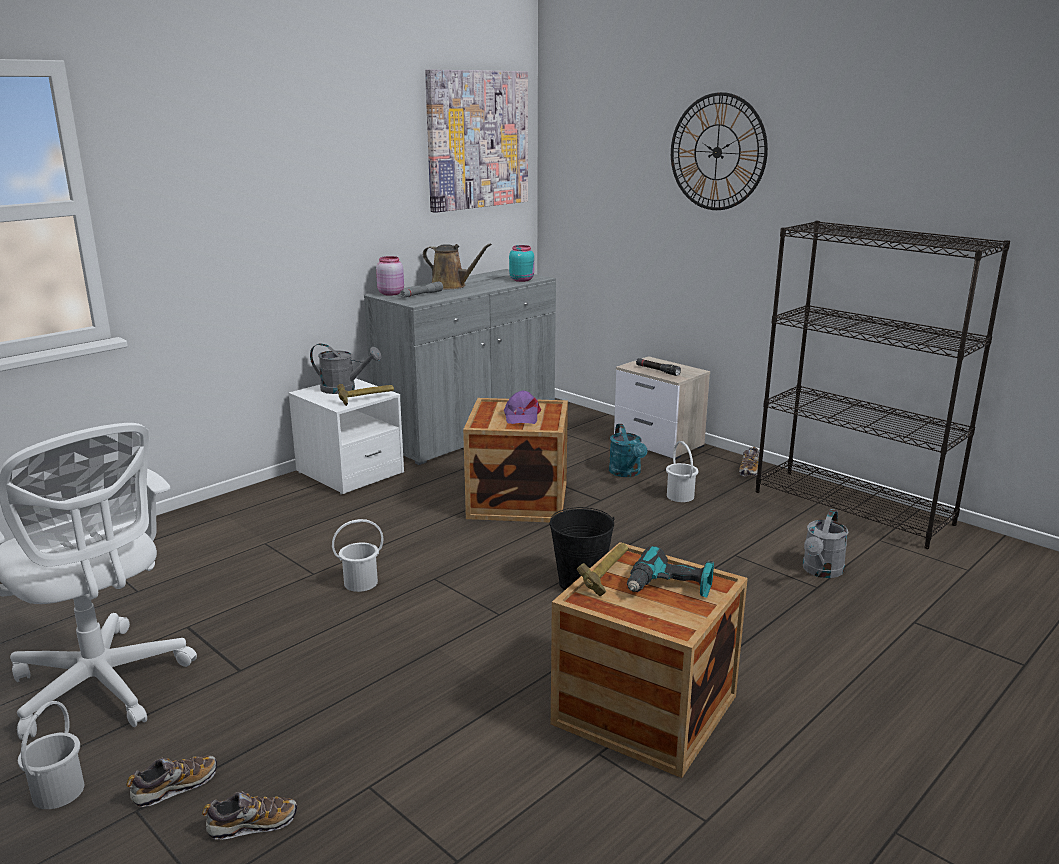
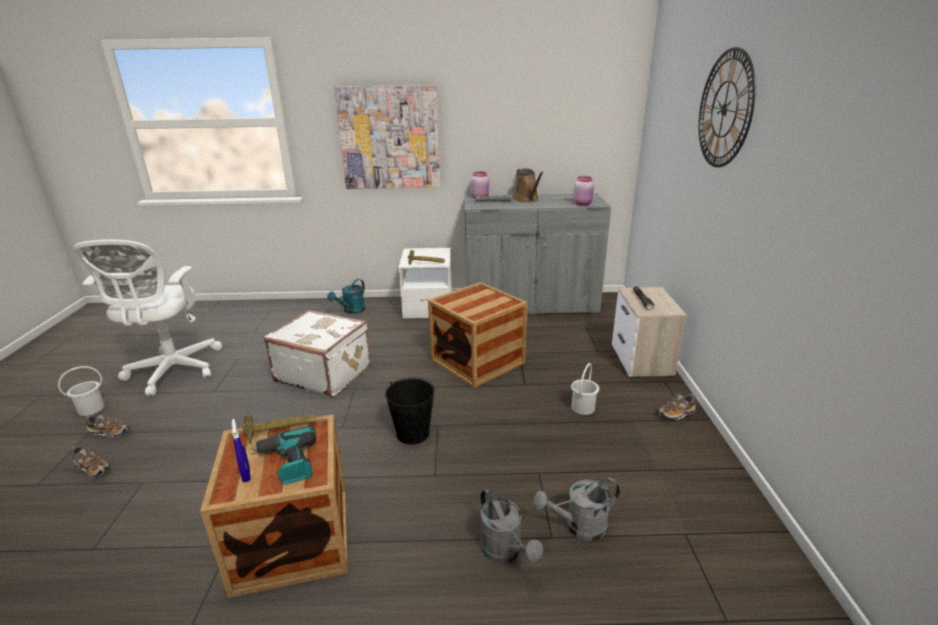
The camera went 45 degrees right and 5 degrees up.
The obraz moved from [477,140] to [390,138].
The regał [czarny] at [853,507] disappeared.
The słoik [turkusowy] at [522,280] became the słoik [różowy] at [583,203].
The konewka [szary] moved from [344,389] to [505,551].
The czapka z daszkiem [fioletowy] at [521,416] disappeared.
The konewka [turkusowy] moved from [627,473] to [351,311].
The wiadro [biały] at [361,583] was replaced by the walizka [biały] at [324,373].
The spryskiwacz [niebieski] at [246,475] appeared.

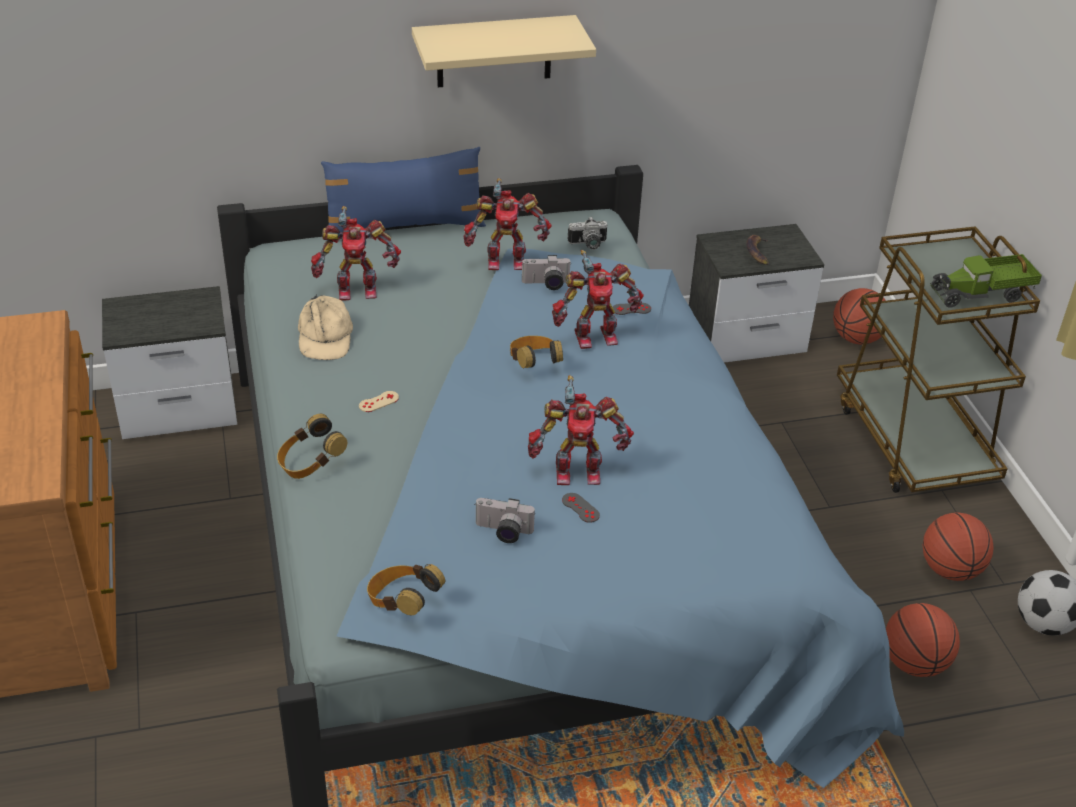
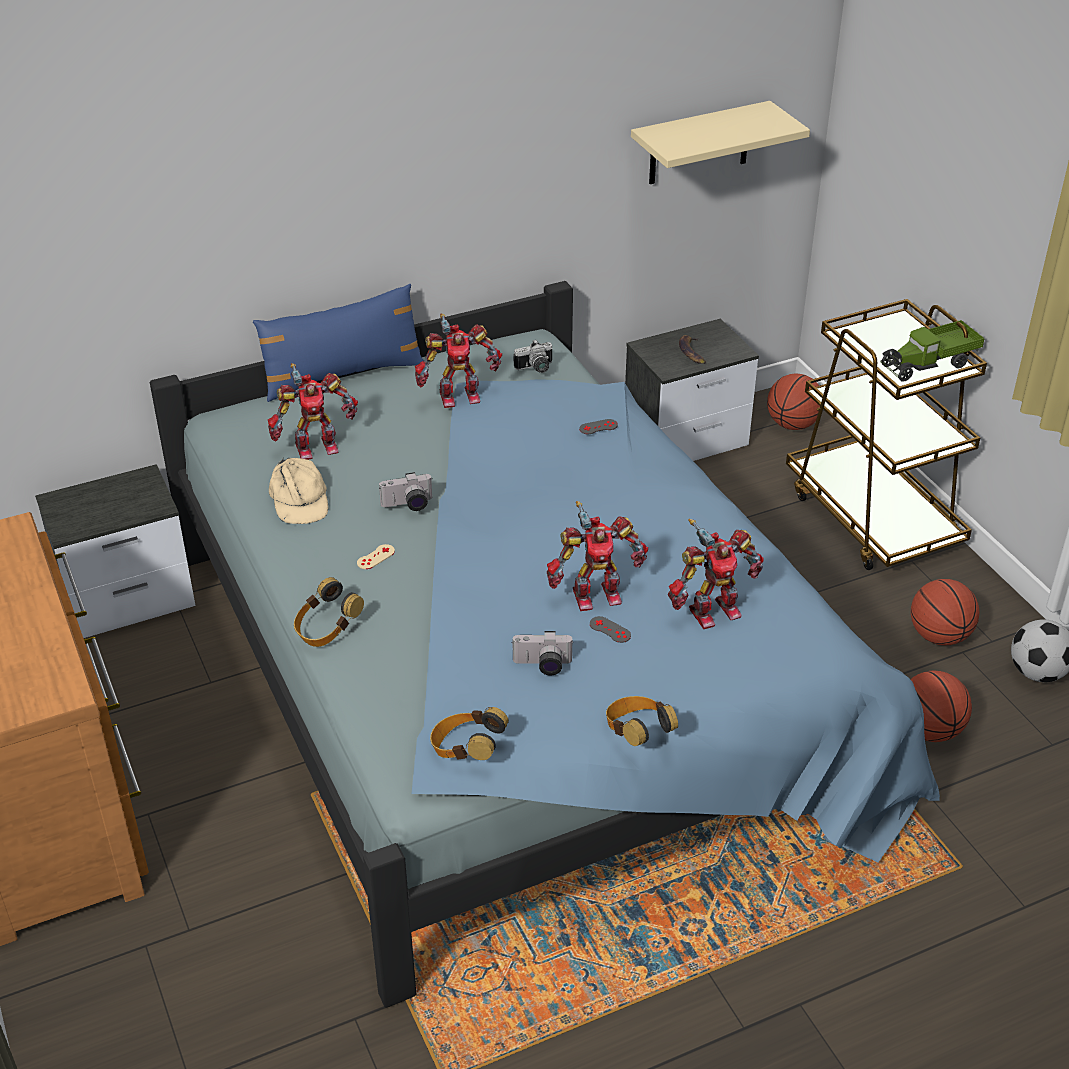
The camera went 10 degrees left and 0 degrees up.
The półka [beżowy] moved from [494,51] to [699,144].
The robot zabawkowy moved from [594,335] to [712,610].
The aparat fotograficzny moved from [546,284] to [408,505].
The słuchawki moved from [534,364] to [637,733].

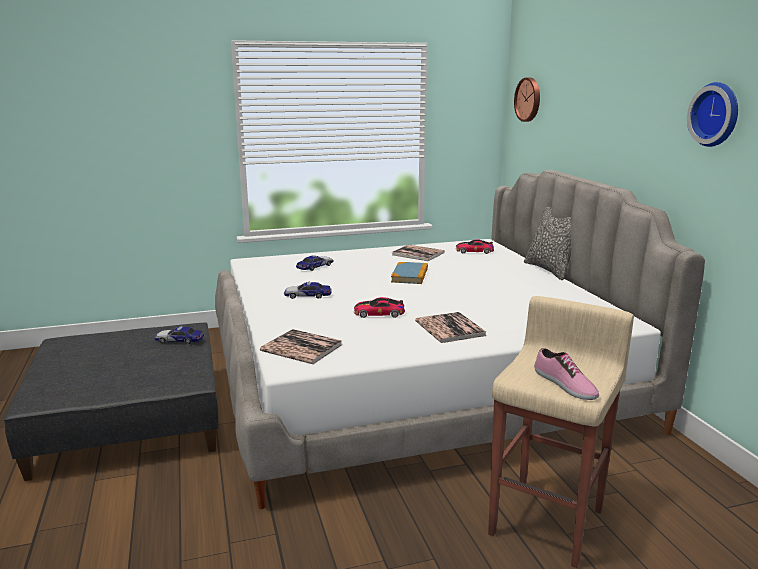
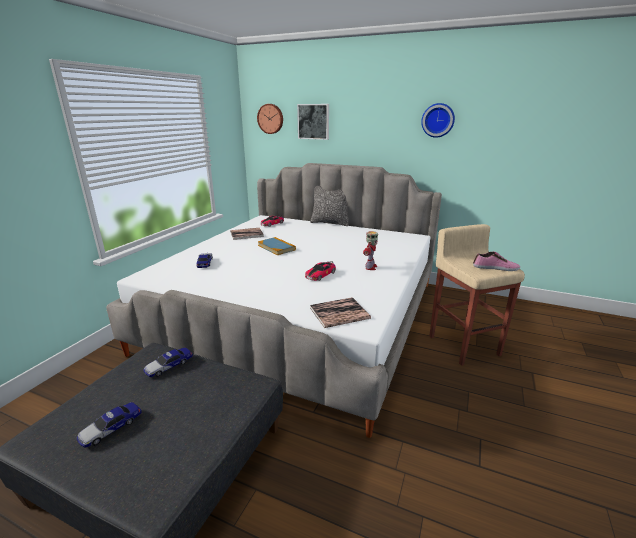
The camera went 50 degrees left and 5 degrees up.
The samochodzik moved from [307,296] to [111,428].
The książka at [449,328] was replaced by the robot zabawkowy at [370,267].
The obraz at [313,121] appeared.

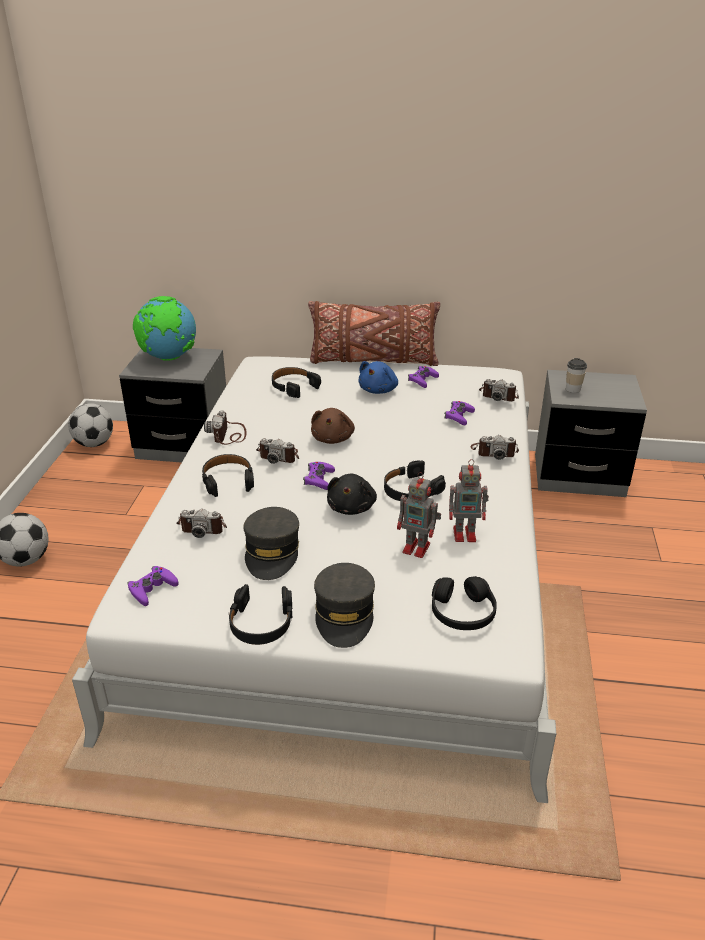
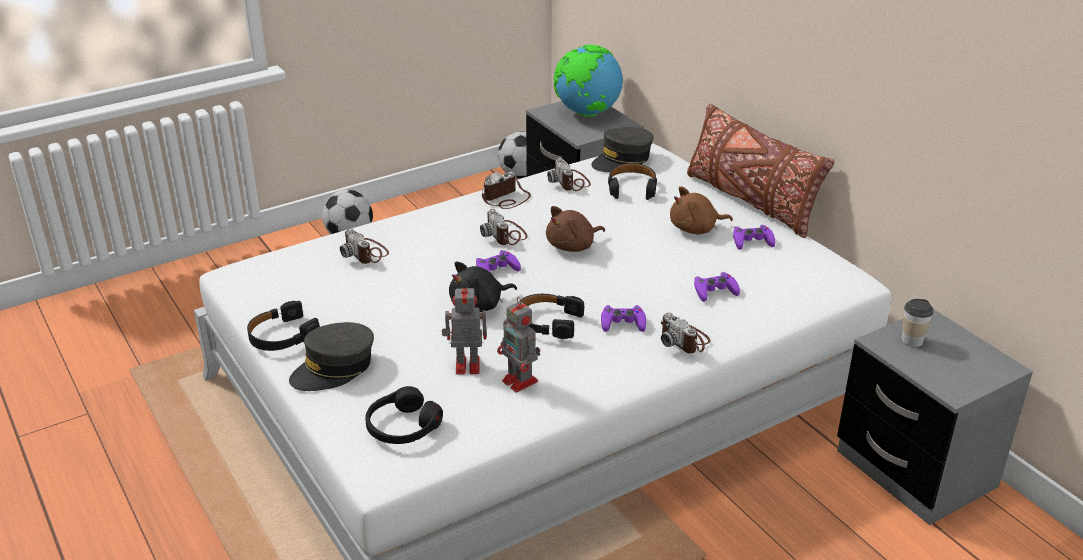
The camera went 50 degrees right and 0 degrees up.
The pluszak [niebieski] at [379,390] became the pluszak [brązowy] at [696,229].
The aparat fotograficzny moved from [498,395] to [570,182].
The słuchawki [czarny] at [228,480] disappeared.
The robot zabawkowy at [418,548] turned 105 degrees clockwise.
The czapka z daszkiem [szary] moved from [272,552] to [622,160].
The pad do gier [fioletowy] moved from [152,589] to [623,323].

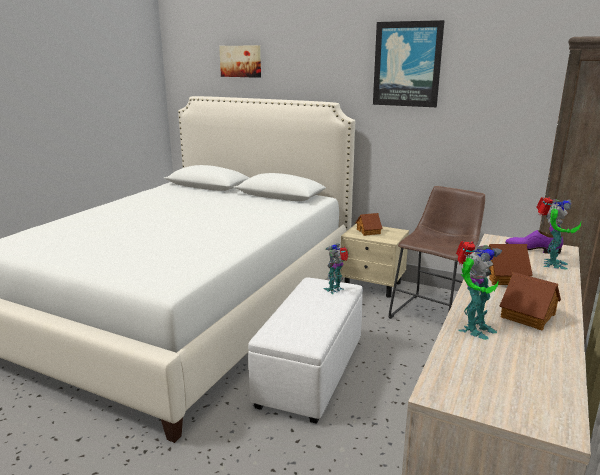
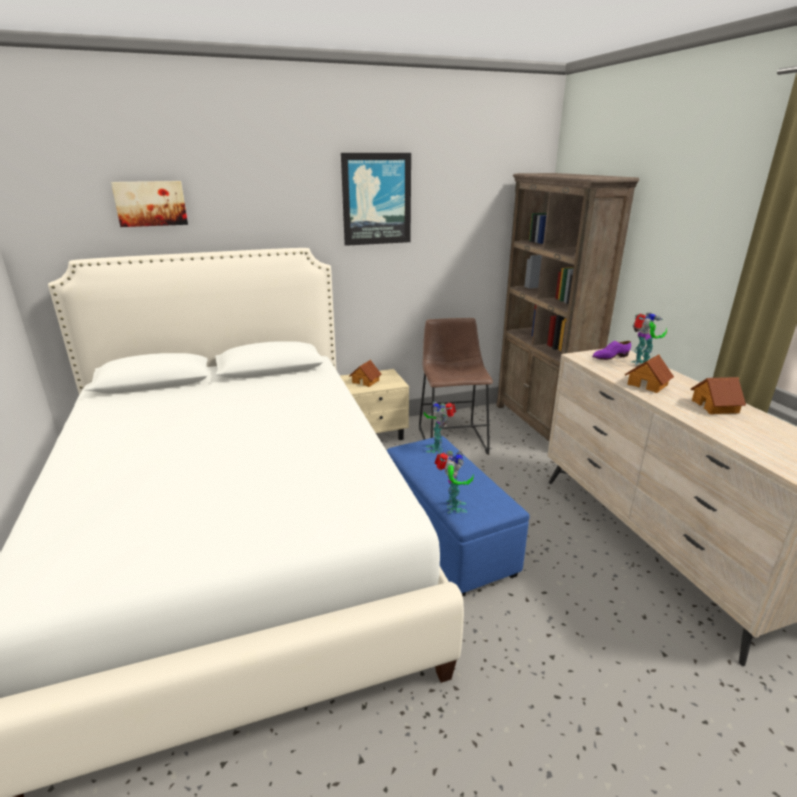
The camera went 45 degrees left and 5 degrees up.
The robot zabawkowy moved from [473,329] to [453,507].
The pufa [biały] at [311,371] became the pufa [niebieski] at [447,536].

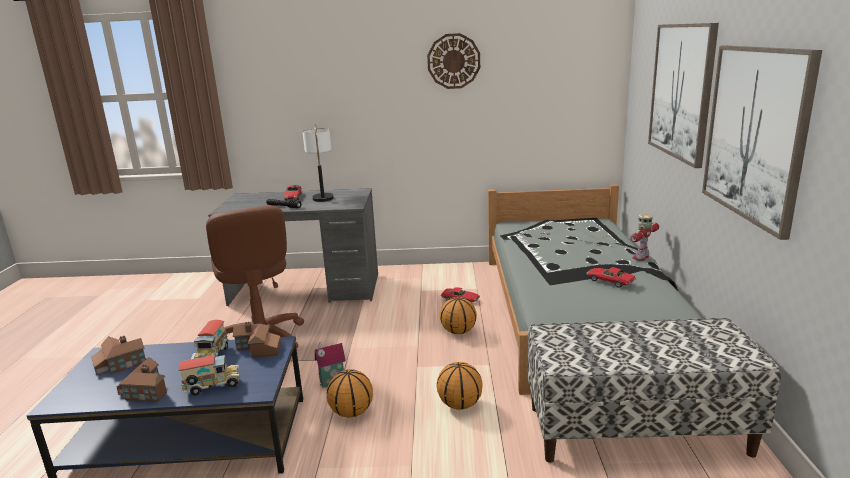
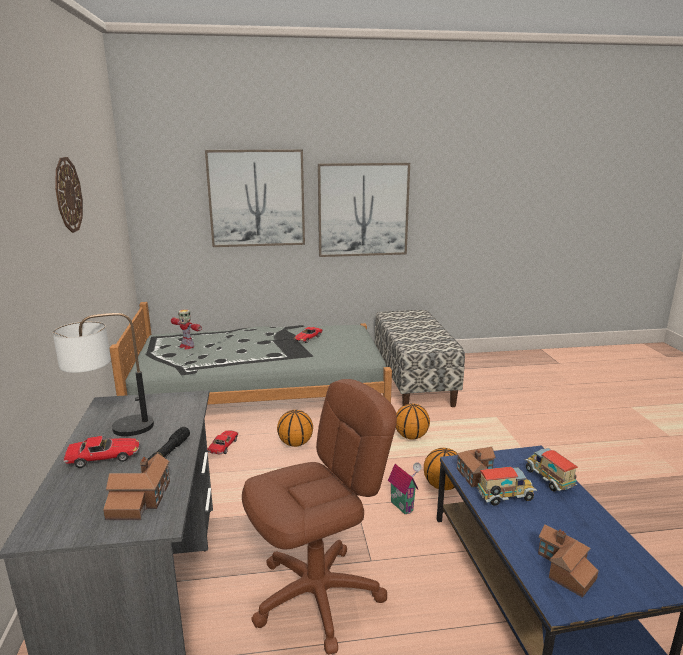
The camera went 100 degrees left and 0 degrees up.
The robot zabawkowy moved from [641,257] to [187,346].
The domek moved from [145,390] to [139,500].

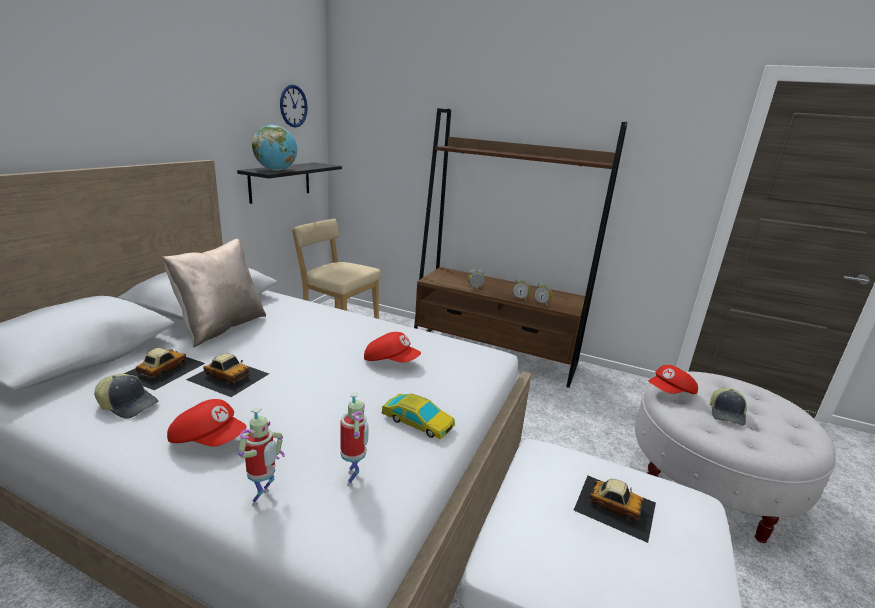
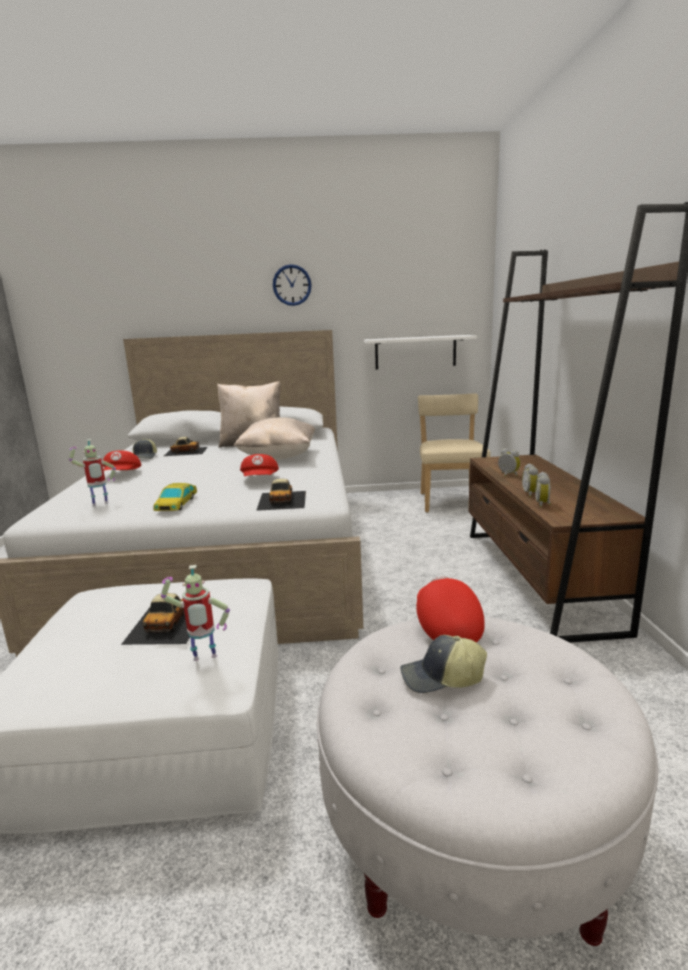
The camera went 65 degrees right and 5 degrees down.
The zegar ścienny moved from [293,106] to [292,285].
The globus at [276,170] disappeared.
The półka [czarny] at [280,182] became the półka [biały] at [415,352].
The samochodzik moved from [228,376] to [282,500].
The czapka z daszkiem [czerwony] at [671,392] turned 45 degrees clockwise.
The robot zabawkowy moved from [263,499] to [204,660].
The poduszka [beżowy] at [278,457] appeared.

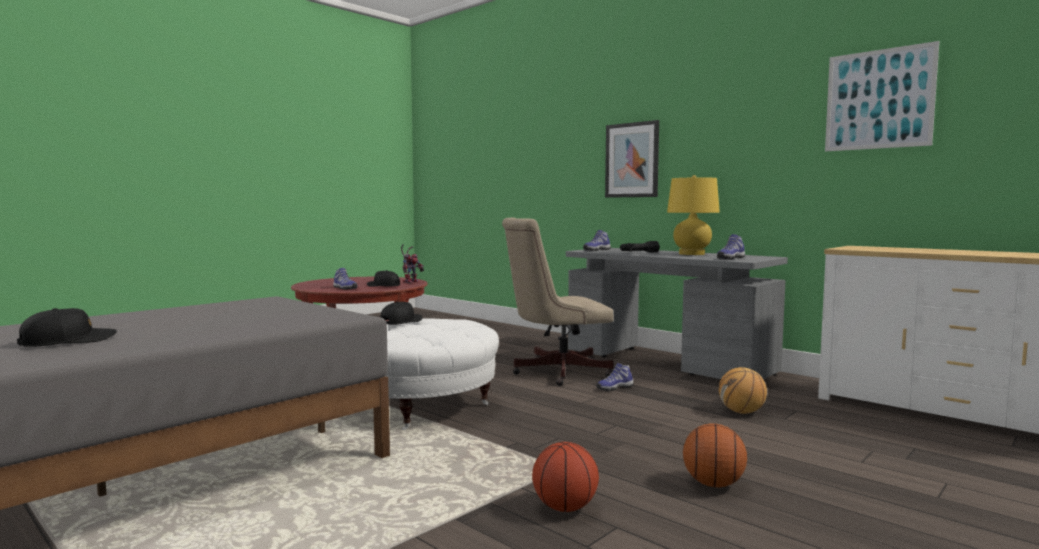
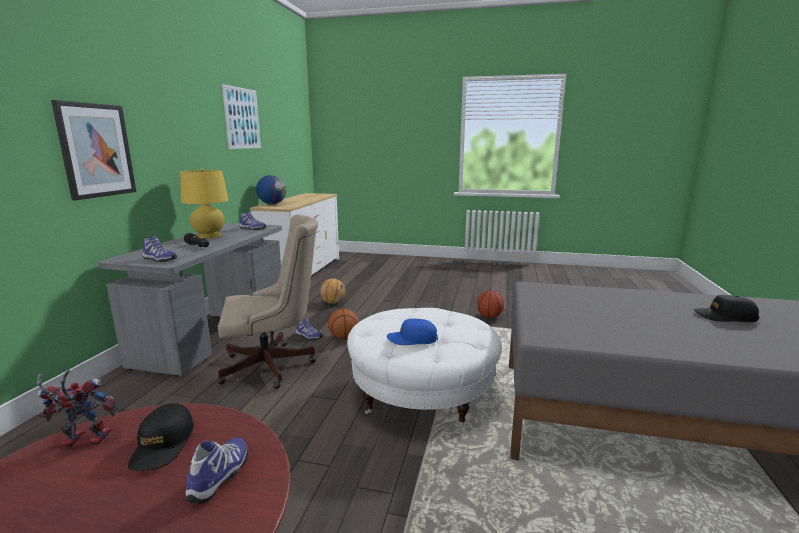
The camera went 120 degrees left and 10 degrees up.
The krzesło biurowe [beżowy] at [555,372] turned 60 degrees counterclockwise.
The czapka z daszkiem [czarny] at [401,322] became the czapka z daszkiem [niebieski] at [412,339].
The piłka do koszykówki moved from [713,484] to [344,337].
The globus at [272,204] appeared.

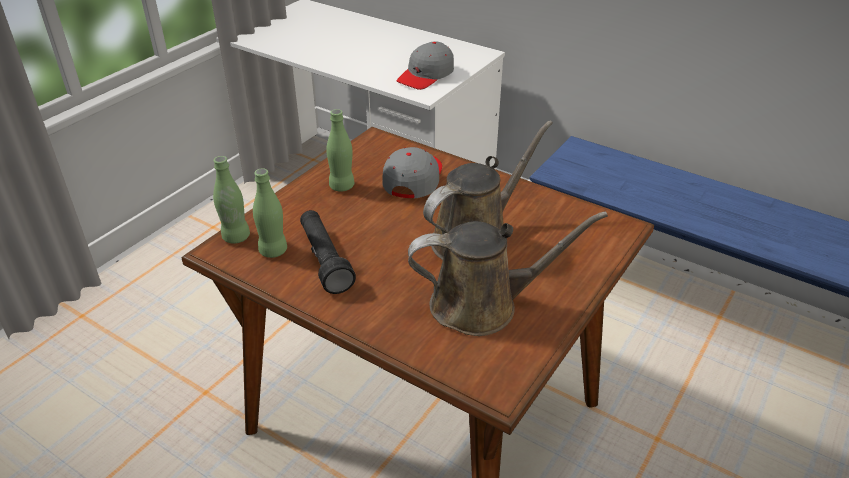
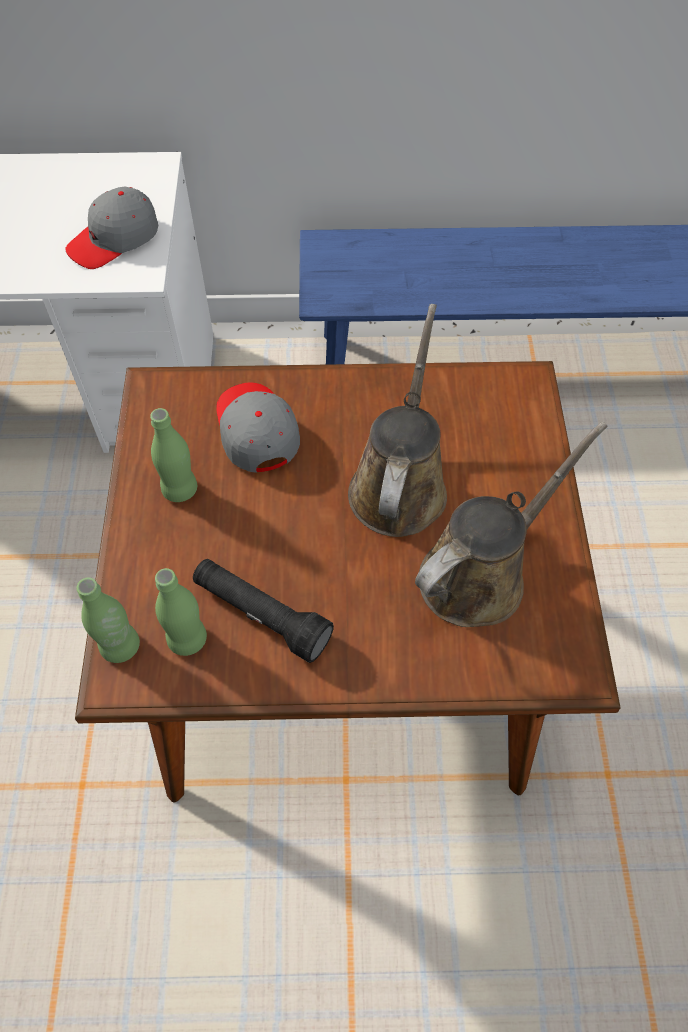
The camera went 35 degrees left and 20 degrees up.
The czapka z daszkiem [szary] at [426,75] turned 45 degrees clockwise.

